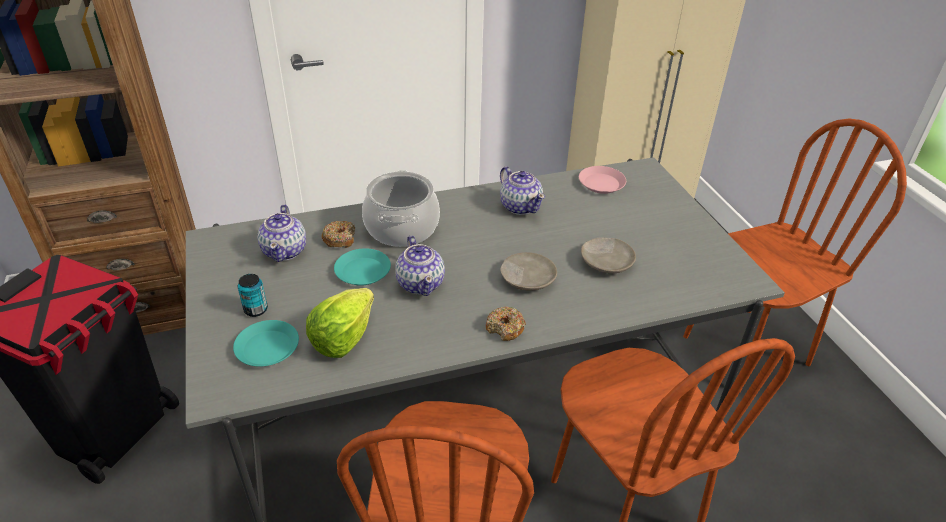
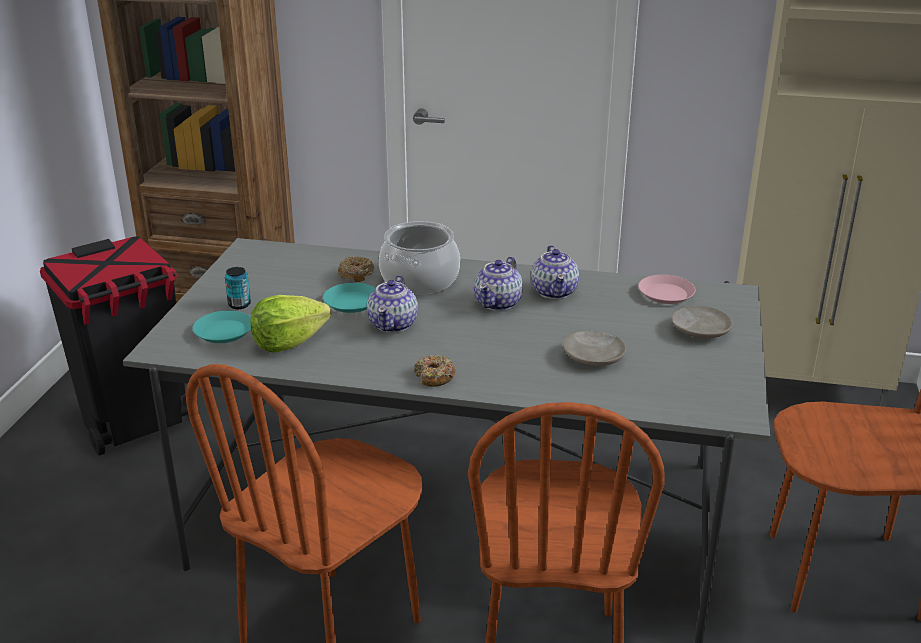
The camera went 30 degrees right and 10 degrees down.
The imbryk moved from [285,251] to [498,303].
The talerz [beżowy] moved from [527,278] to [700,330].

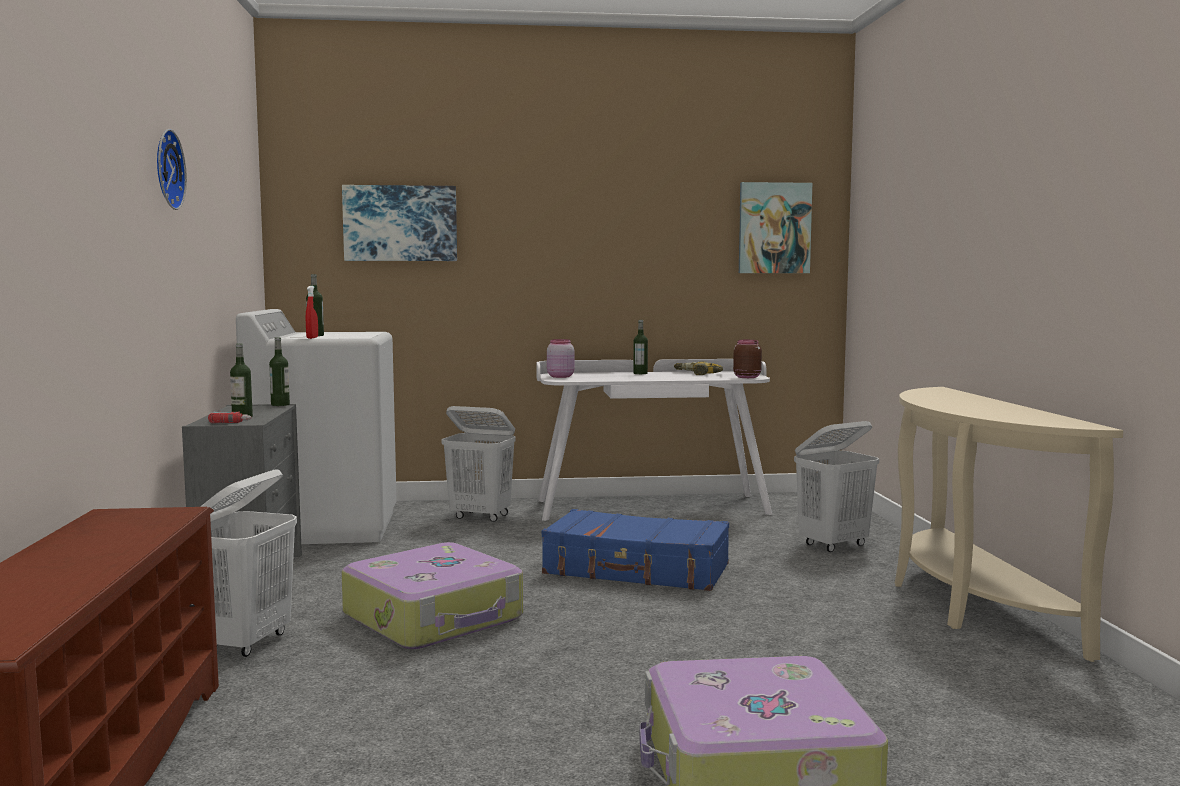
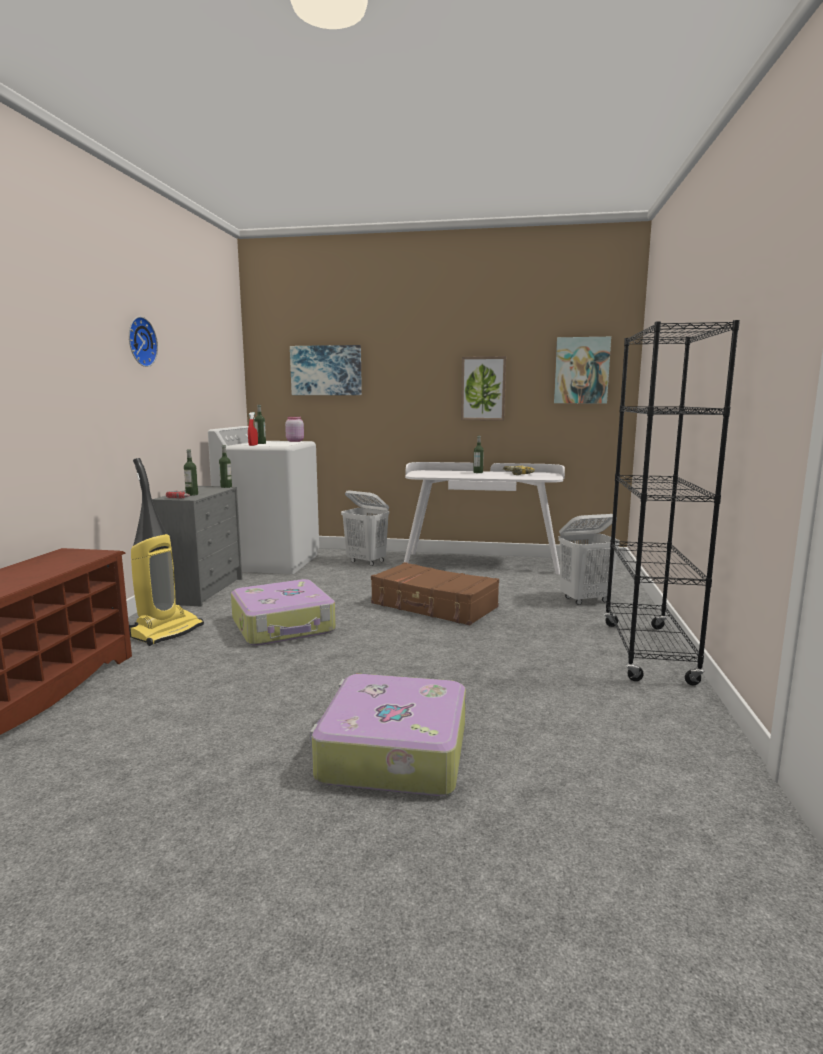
The camera went 15 degrees right and 5 degrees up.
The słoik [różowy] moved from [560,376] to [295,441].
The słoik [brązowy] at [746,377] disappeared.
The stolik konsolowy [beżowy] at [966,603] was replaced by the regał [czarny] at [647,652].
The kosz na pranie [biały] at [245,644] was replaced by the odkurzacz at [167,631].
The walizka [niebieski] at [636,570] became the walizka [brązowy] at [434,606].
The obraz at [483,388] appeared.

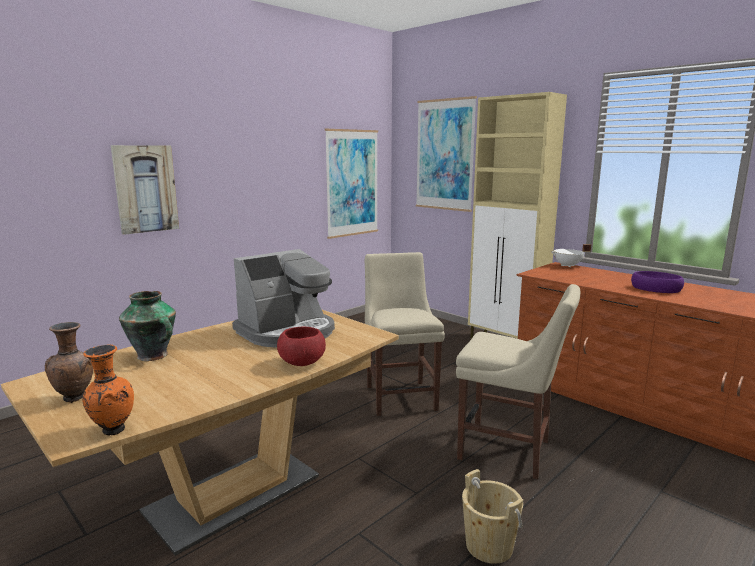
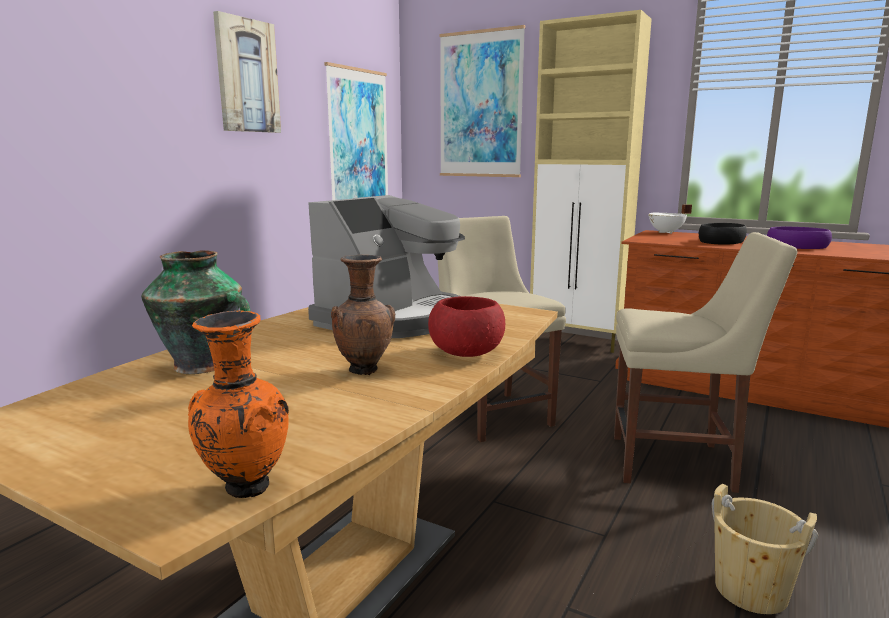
The camera went 15 degrees left and 0 degrees up.
The obraz moved from [145,189] to [247,76].
The wazon [brązowy] moved from [76,398] to [365,370].
The miska [czarny] at [721,241] appeared.

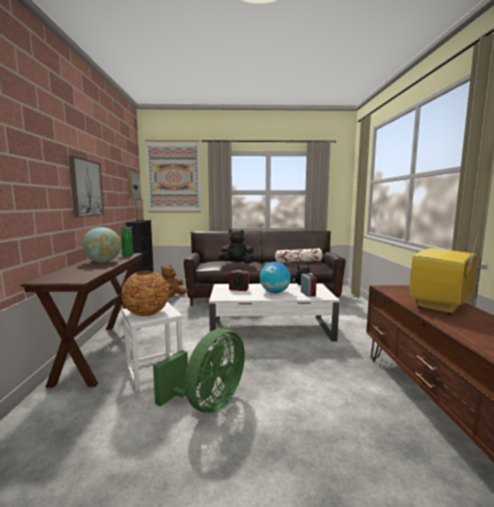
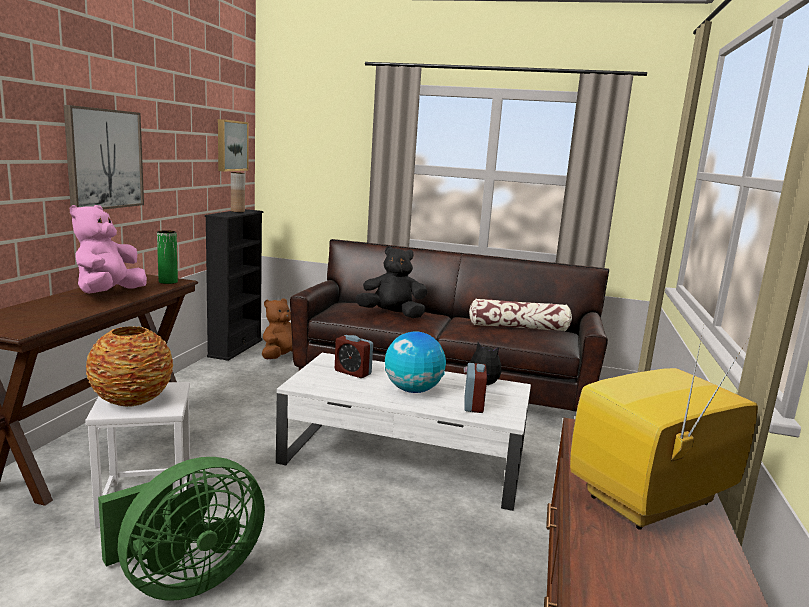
The camera went 15 degrees right and 5 degrees up.
The obraz at [173,177] disappeared.
The globus at [103,262] was replaced by the pluszak [różowy] at [108,294].

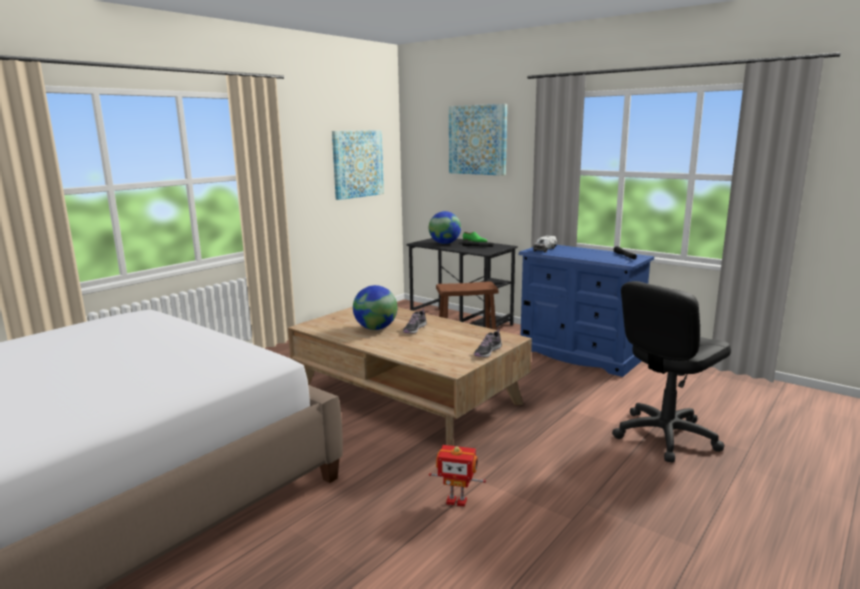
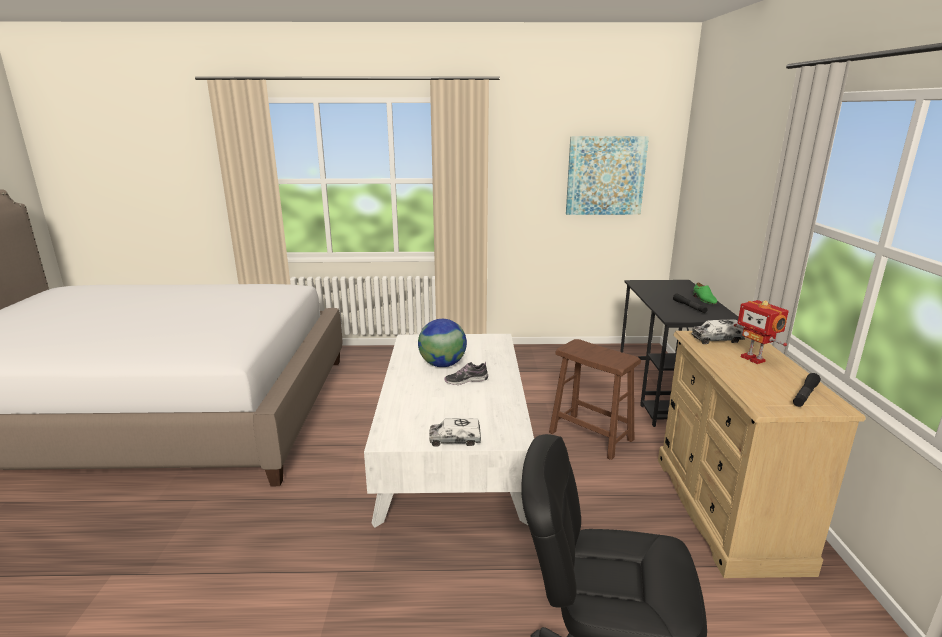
The camera went 50 degrees right and 5 degrees up.
The obraz at [478,140] disappeared.
The globus at [444,243] disappeared.
The komoda [niebieski] at [579,355] became the komoda [beżowy] at [726,510].
The ława [brązowy] at [407,398] became the ława [biały] at [453,449].
The but at [487,352] was replaced by the ciężarówka zabawkowa at [455,440].
The robot zabawkowy moved from [456,500] to [754,359].

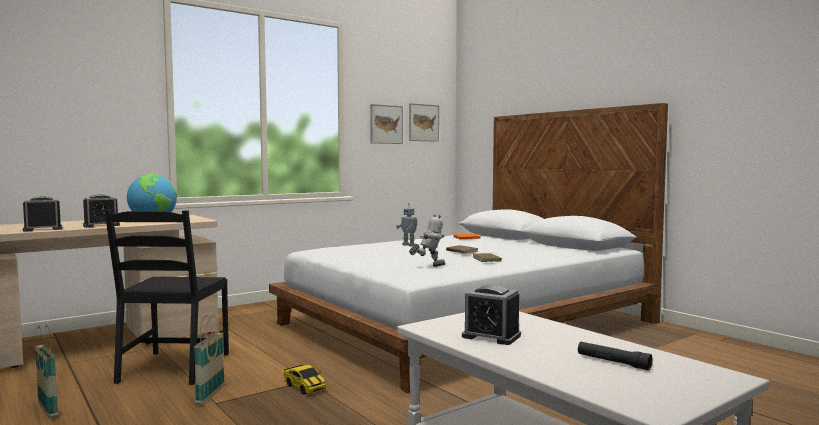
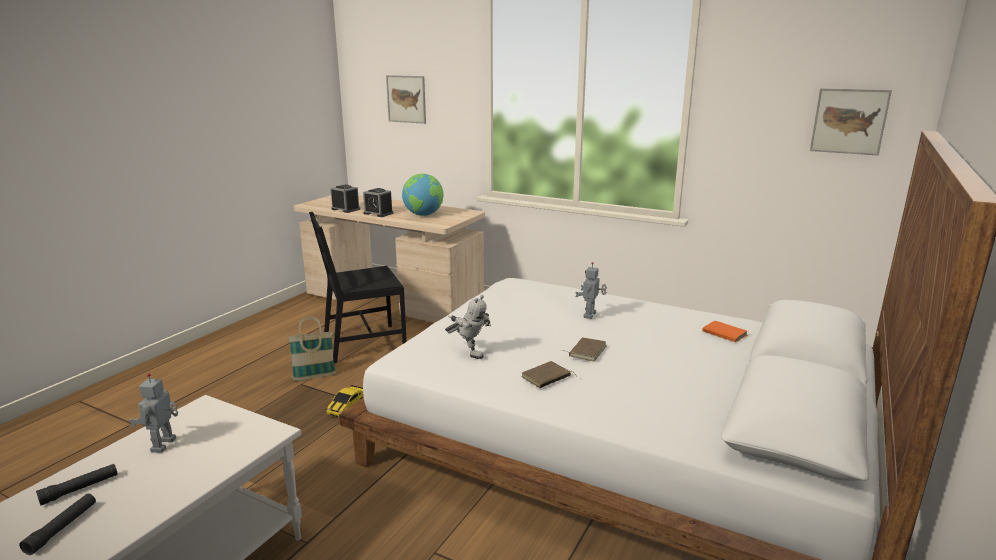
The camera went 65 degrees right and 15 degrees up.
The obraz moved from [386,124] to [406,99].
The budzik at [491,336] was replaced by the robot zabawkowy at [165,445].
The koszyk at [47,410] disappeared.
The latarka [czarny] at [80,489] appeared.

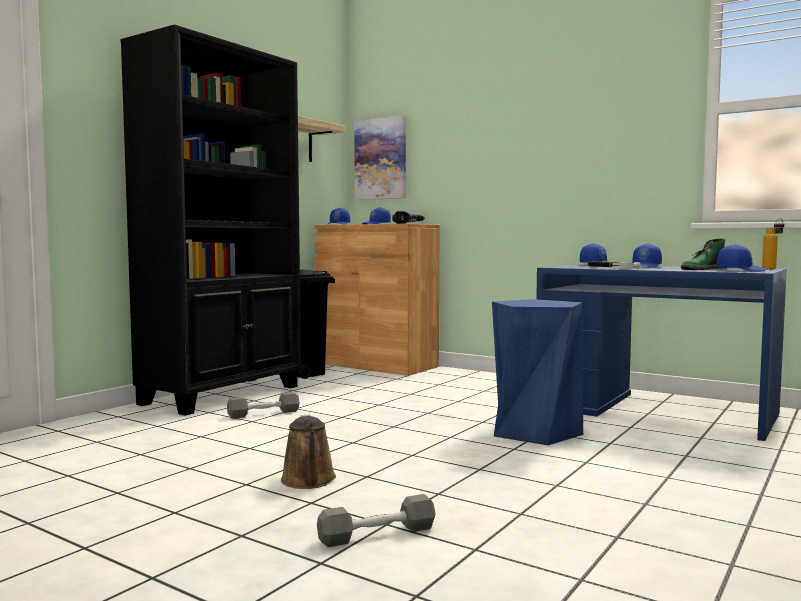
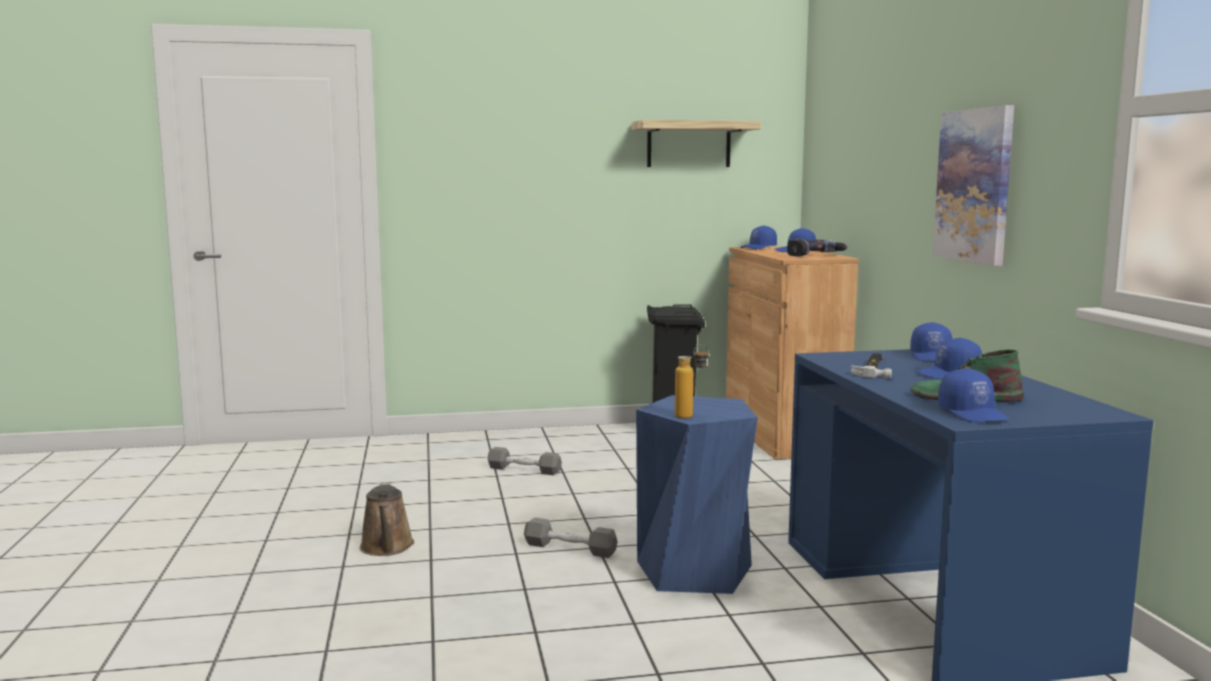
The camera went 45 degrees right and 5 degrees up.
The regał [czarny] at [223,395] disappeared.
The obraz moved from [381,159] to [974,185].
The butelka moved from [772,269] to [691,417].
The konewka [brązowy] at [309,481] turned 45 degrees counterclockwise.
The hantel [szary] moved from [377,534] to [570,549].

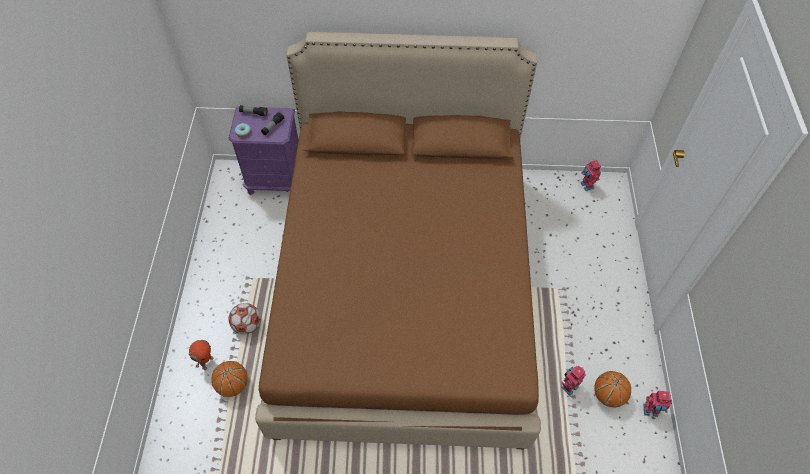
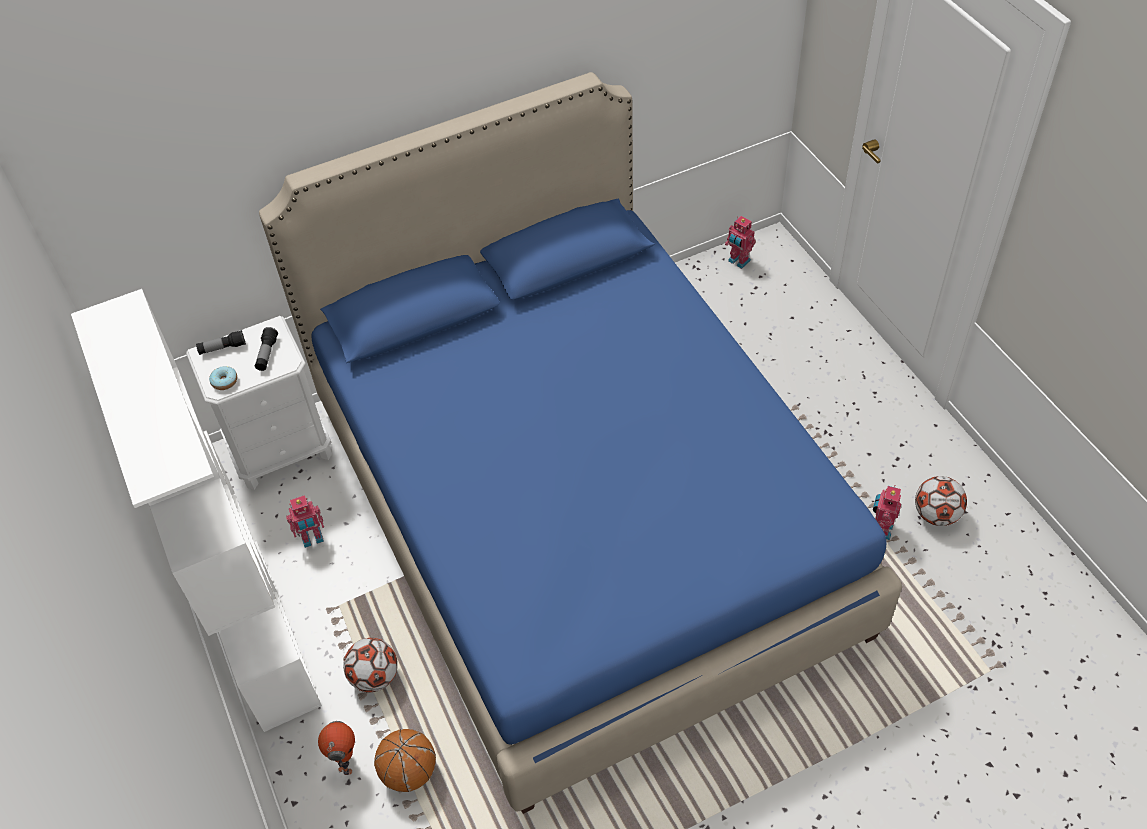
The camera went 25 degrees left and 5 degrees down.
The łóżko [brązowy] at [404,290] became the łóżko [niebieski] at [579,514].
The szafka nocna [fioletowy] at [276,180] became the szafka nocna [biały] at [282,450].
The piłka do koszykówki at [608,395] was replaced by the piłka futbolowa at [936,514].
The robot zabawkowy moved from [650,411] to [312,539].
The regał [biały] at [258,632] appeared.

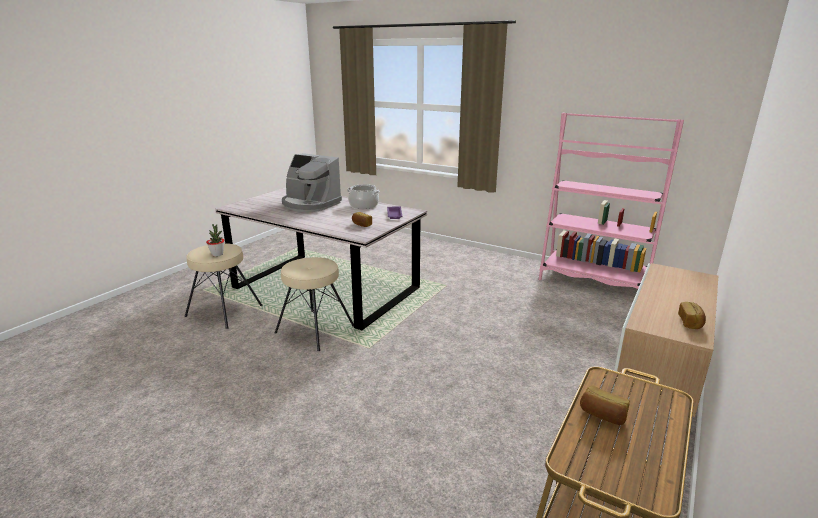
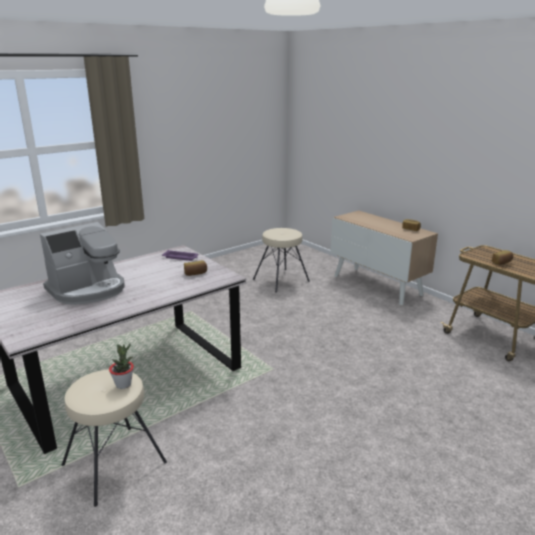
The camera went 70 degrees left and 0 degrees up.
The regał [różowy] at [593,282] disappeared.
The garnek at [363,205] disappeared.
The stołek [beżowy] moved from [314,330] to [281,280].

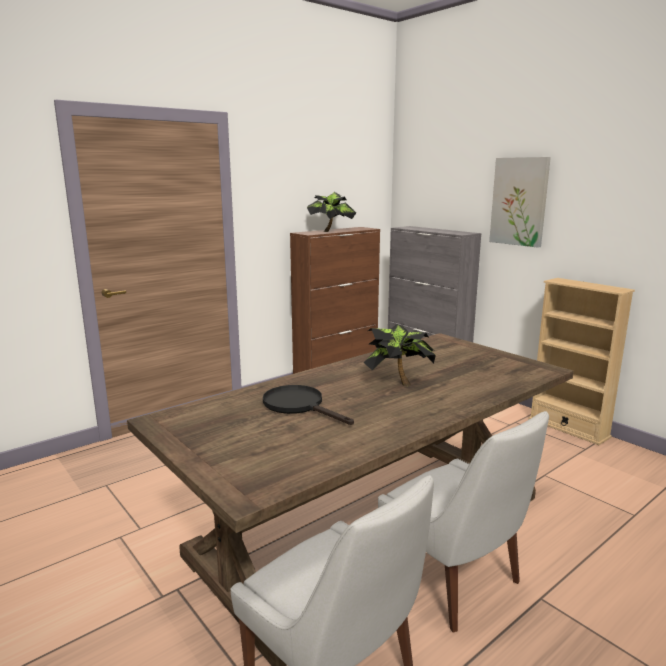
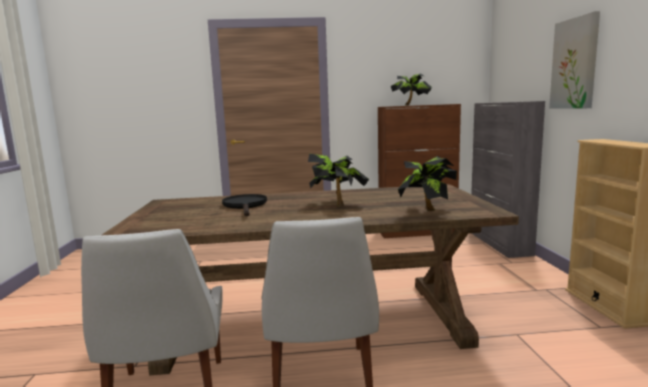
The camera went 35 degrees right and 5 degrees down.
The roślina doniczkowa at [427,212] appeared.

